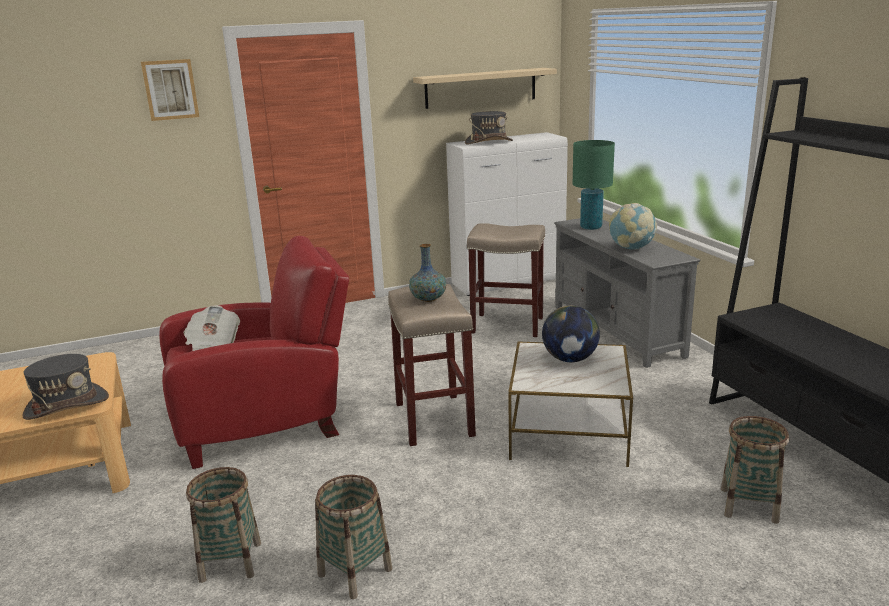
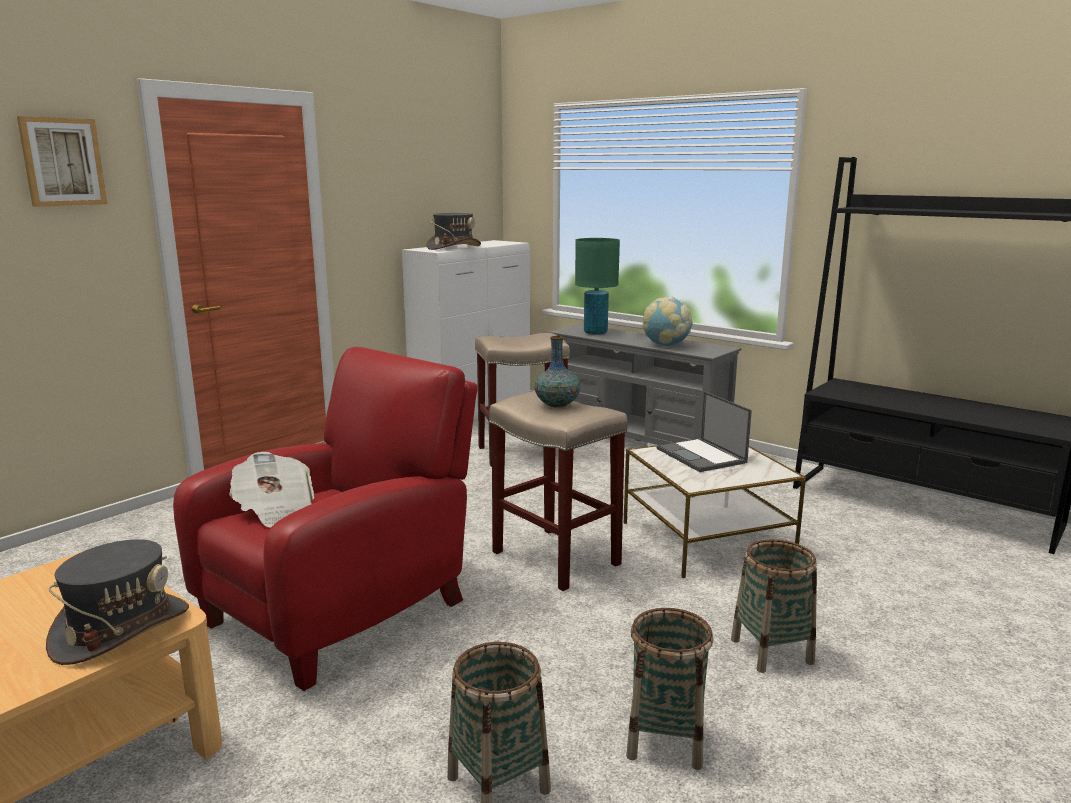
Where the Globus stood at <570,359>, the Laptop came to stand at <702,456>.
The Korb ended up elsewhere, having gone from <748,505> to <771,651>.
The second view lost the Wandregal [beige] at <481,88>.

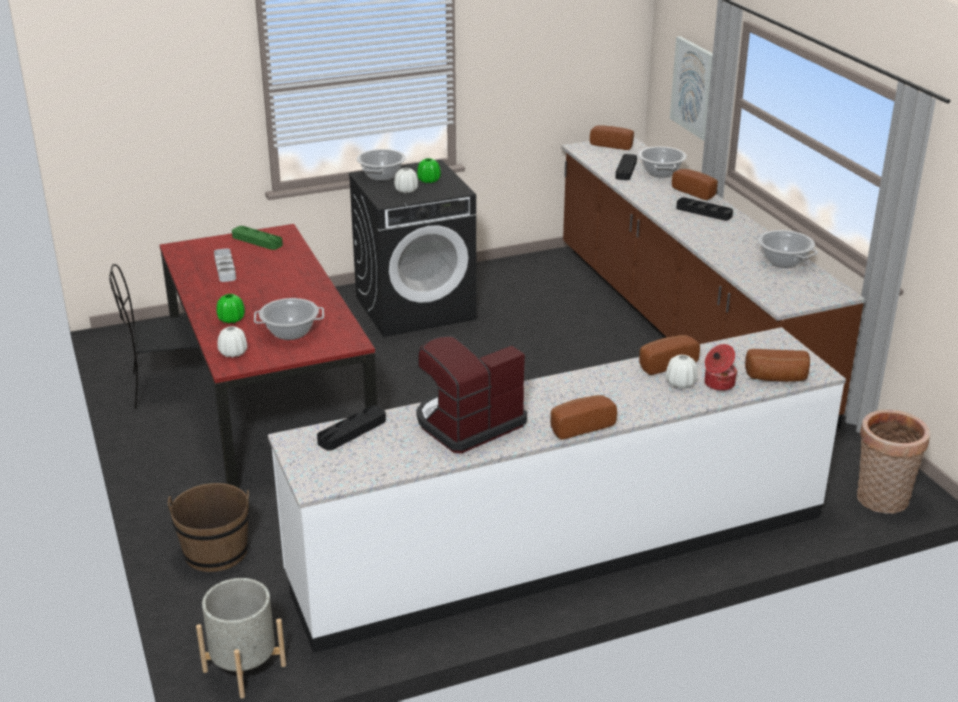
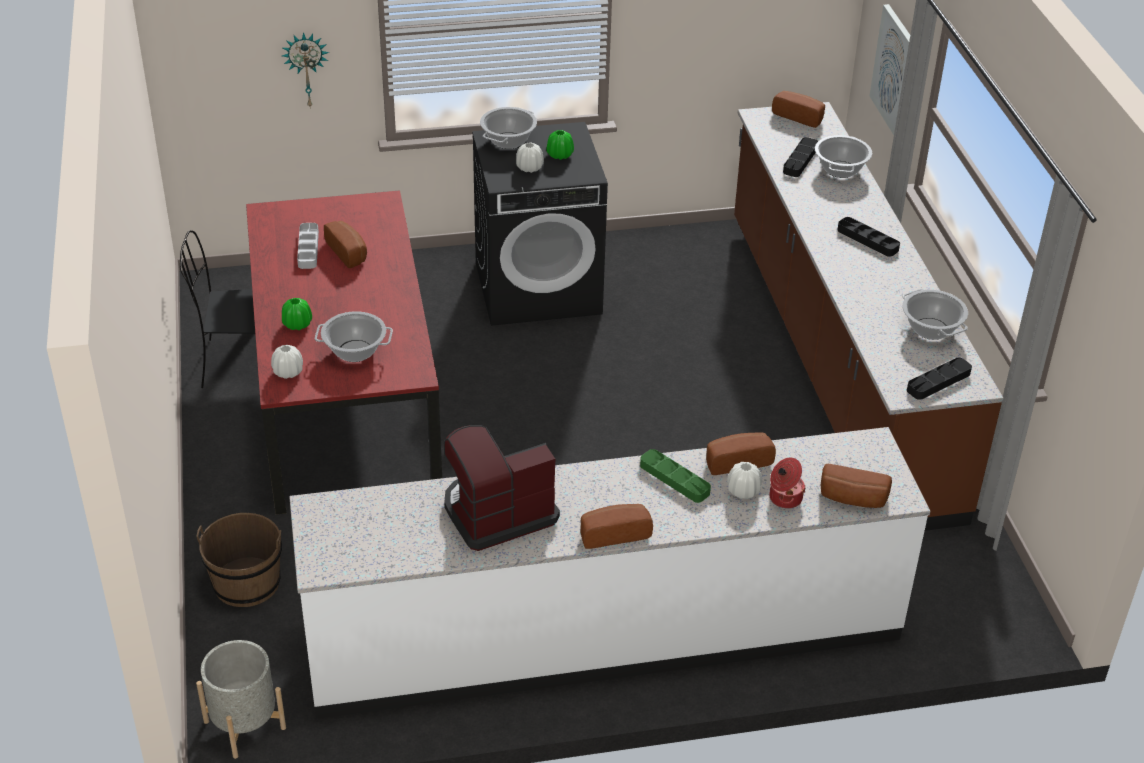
The second view gained the Wanduhr at <306,69>.
The Brot ended up elsewhere, having gone from <696,192> to <349,252>.
The Tablett [grün] ended up elsewhere, having gone from <257,241> to <674,479>.
The Tablett [schwarz] ended up elsewhere, having gone from <352,431> to <938,382>.
The second view lost the Korb at <881,501>.

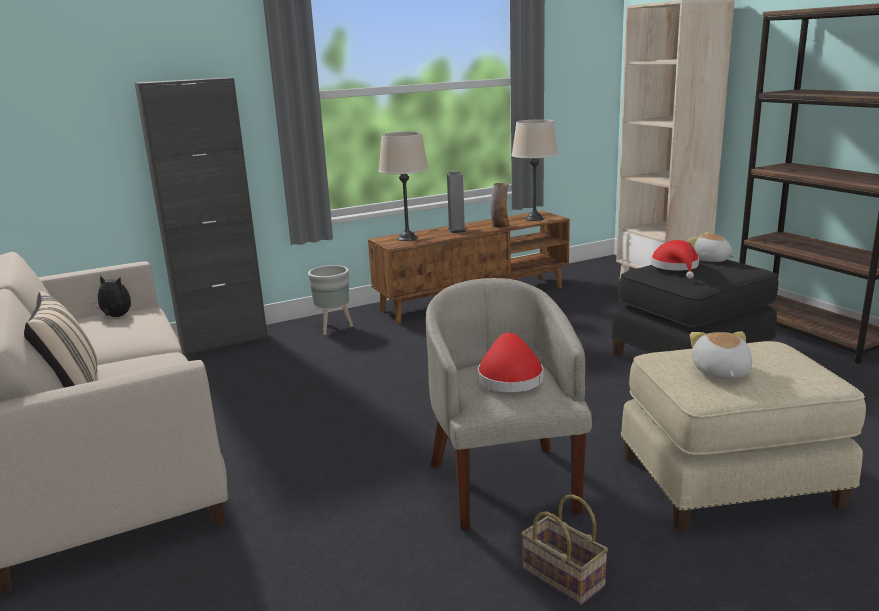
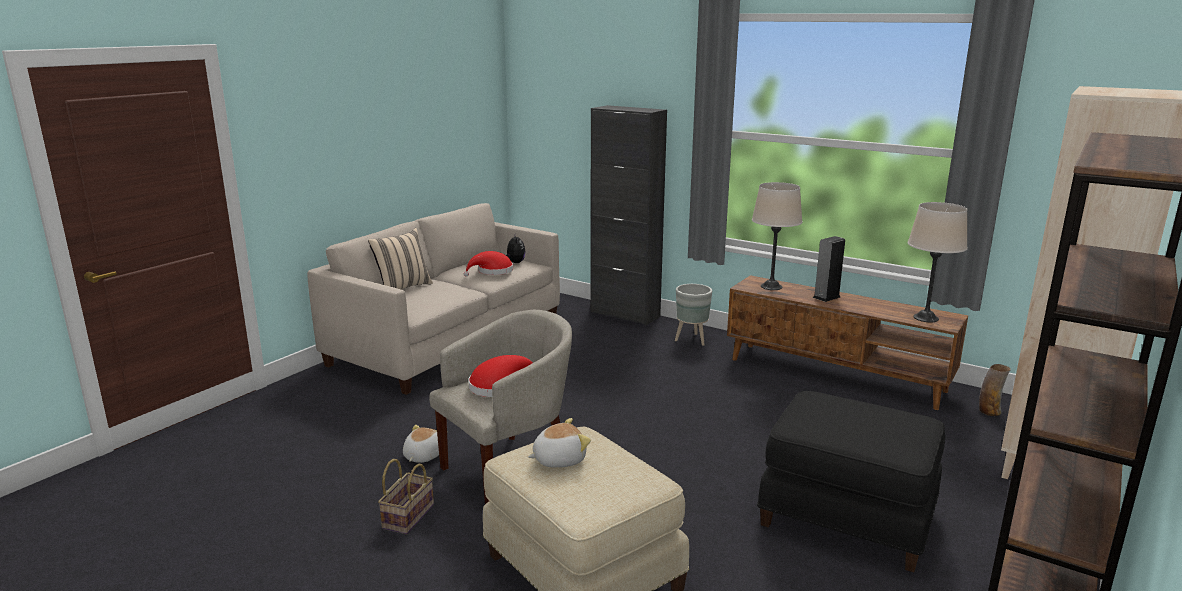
The Plüschtier ended up elsewhere, having gone from <710,260> to <422,456>.
The Hut [rot] ended up elsewhere, having gone from <676,267> to <492,271>.
The Vase ended up elsewhere, having gone from <500,226> to <989,411>.

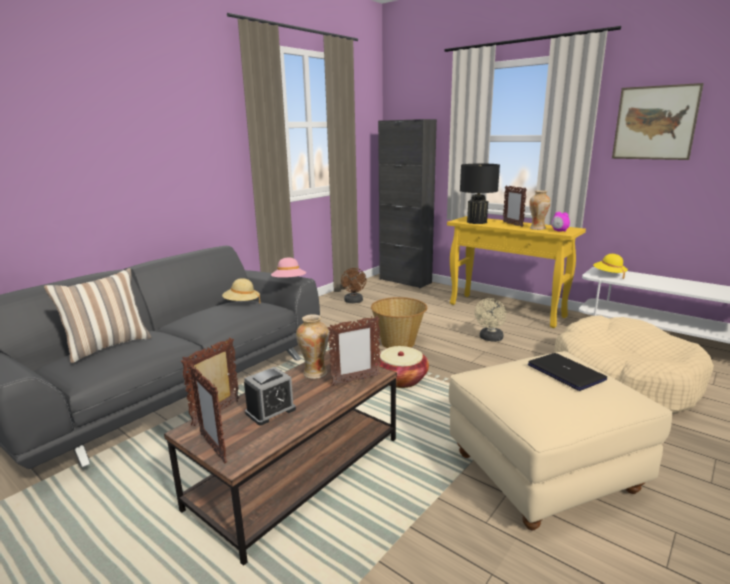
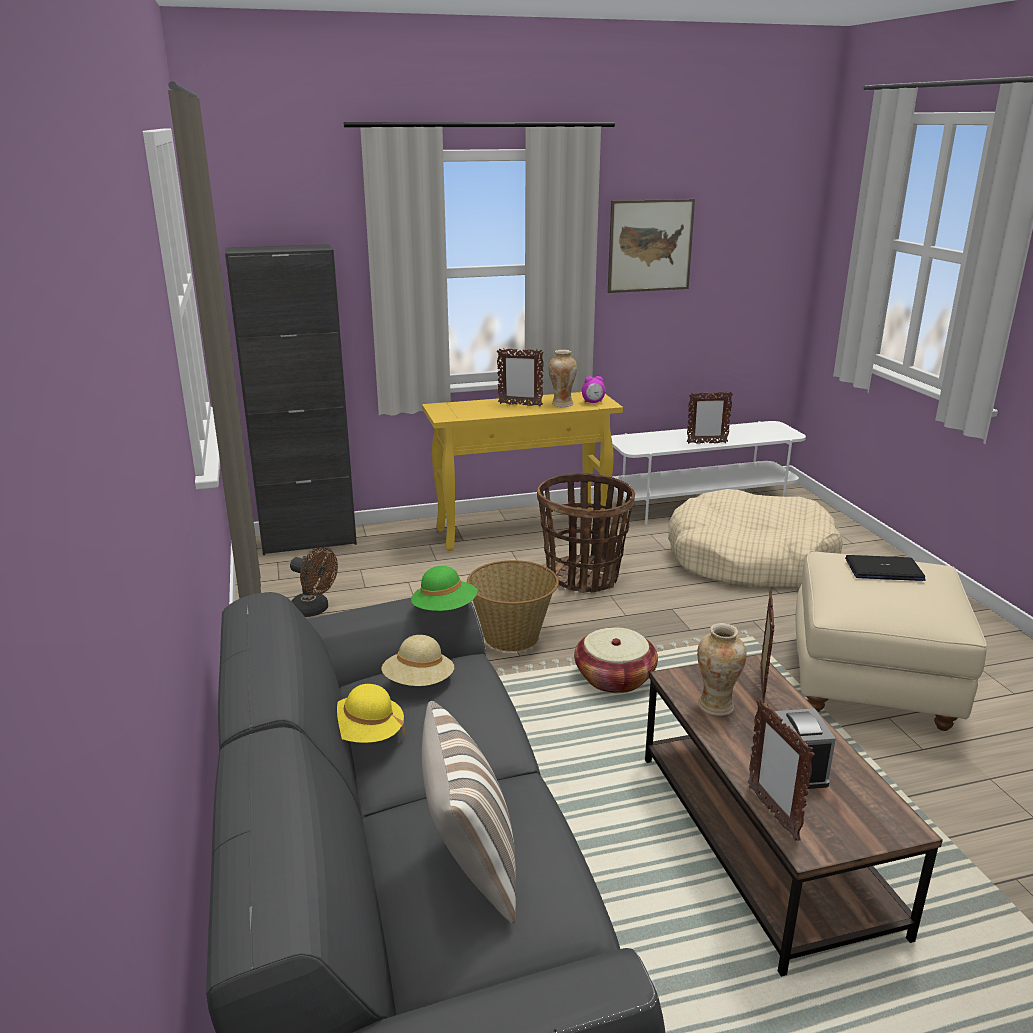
The Hut [gelb] ended up elsewhere, having gone from <608,275> to <366,734>.
What was the Hut [rosa] at <289,282> turned into the Hut [grün] at <445,610>.
Where the Ventilator [beige] stood at <490,339>, the Korb came to stand at <583,577>.
The Bilderrahmen ended up elsewhere, having gone from <213,448> to <706,443>.
The second view lost the Tischlampe [schwarz] at <476,222>.

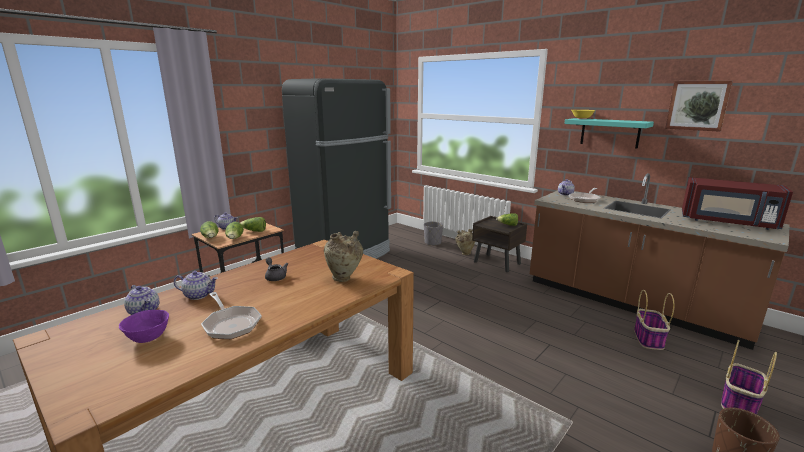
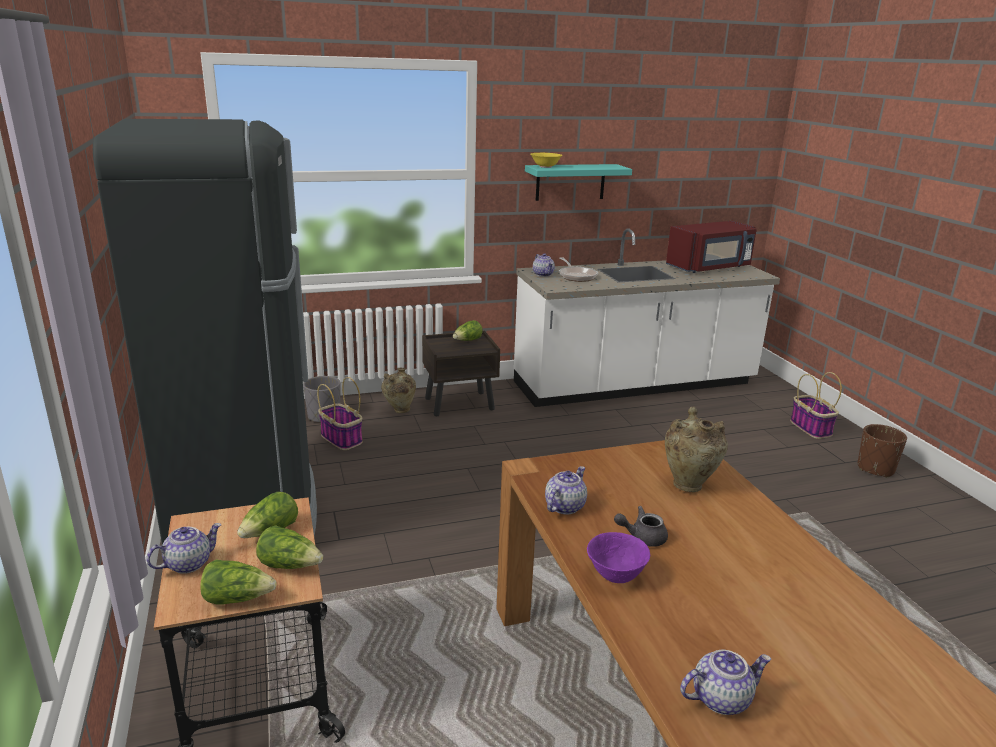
The Korb ended up elsewhere, having gone from <648,339> to <342,439>.
What was the Küchenzeile [braun] at <631,303> turned into the Küchenzeile [weiß] at <635,385>.
The Teekanne ended up elsewhere, having gone from <199,295> to <564,506>.
The Schüssel [lila] ended up elsewhere, having gone from <148,338> to <615,576>.
The second view lost the Pfanne at <231,324>.
The second view lost the Bild at <697,105>.

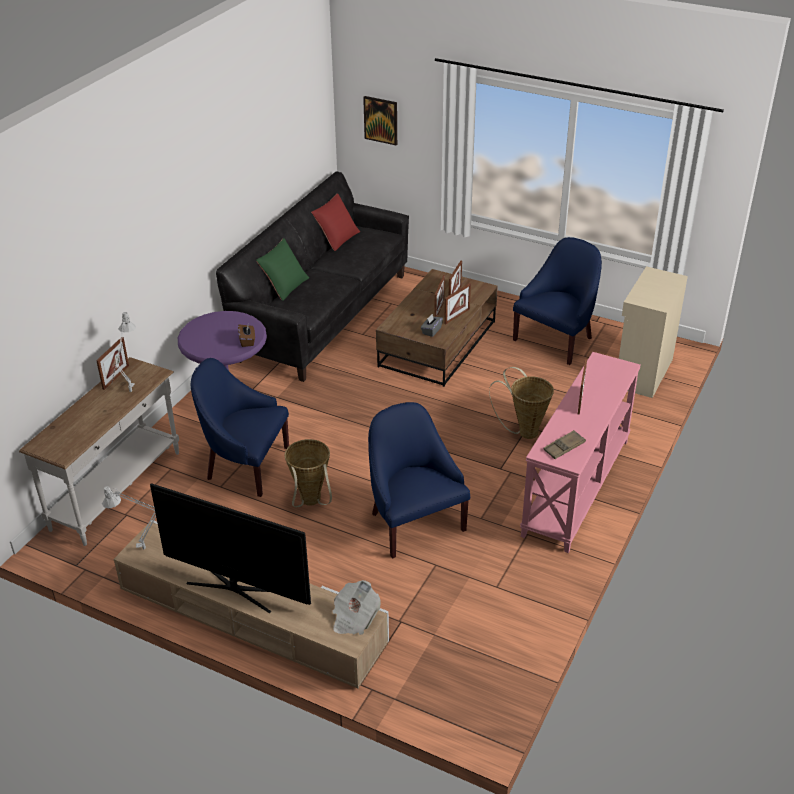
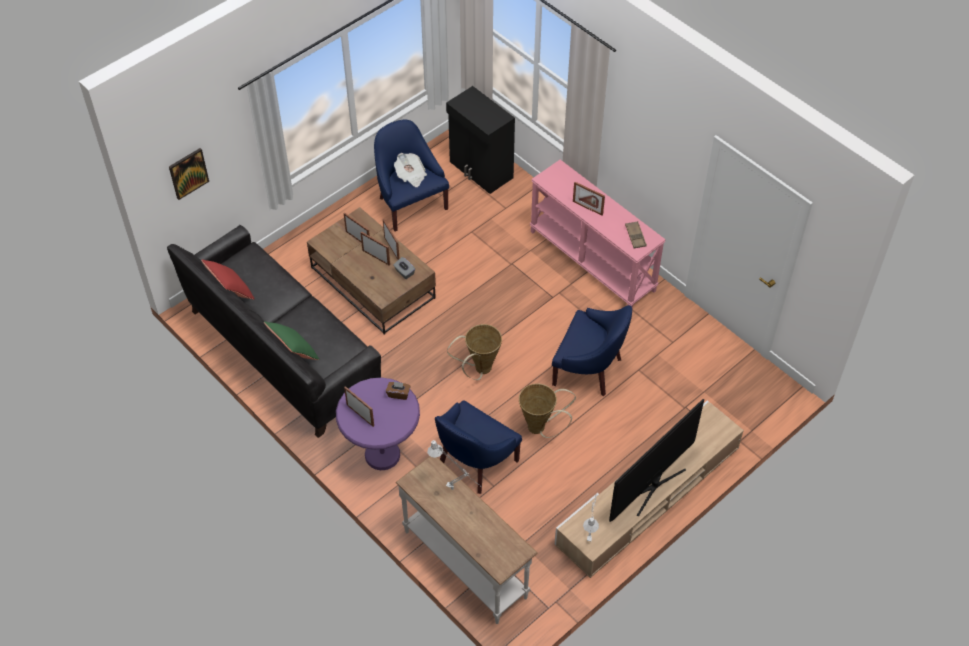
The Bilderrahmen ended up elsewhere, having gone from <116,377> to <360,415>.
The Zeitung ended up elsewhere, having gone from <354,618> to <410,176>.
What was the Schrank [beige] at <642,373> turned into the Schrank [schwarz] at <480,170>.
The Korb ended up elsewhere, having gone from <524,431> to <479,370>.
The Sessel [blau] at <413,522> ended up facing another way, 150 degrees counterclockwise from before.

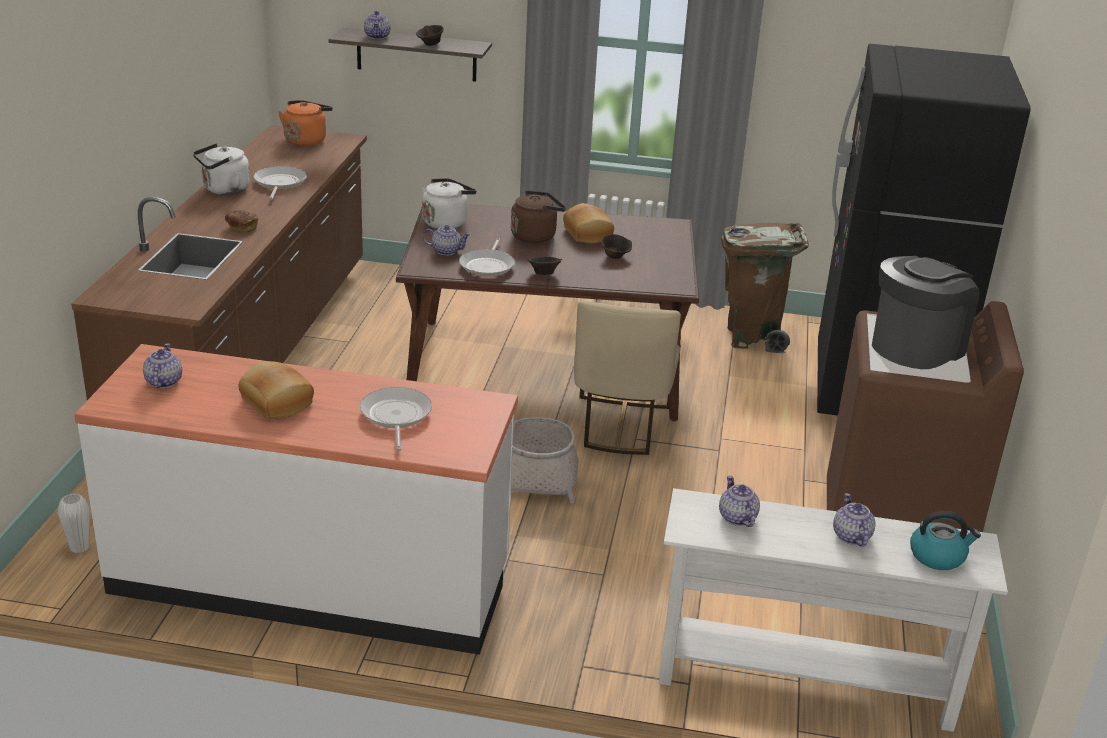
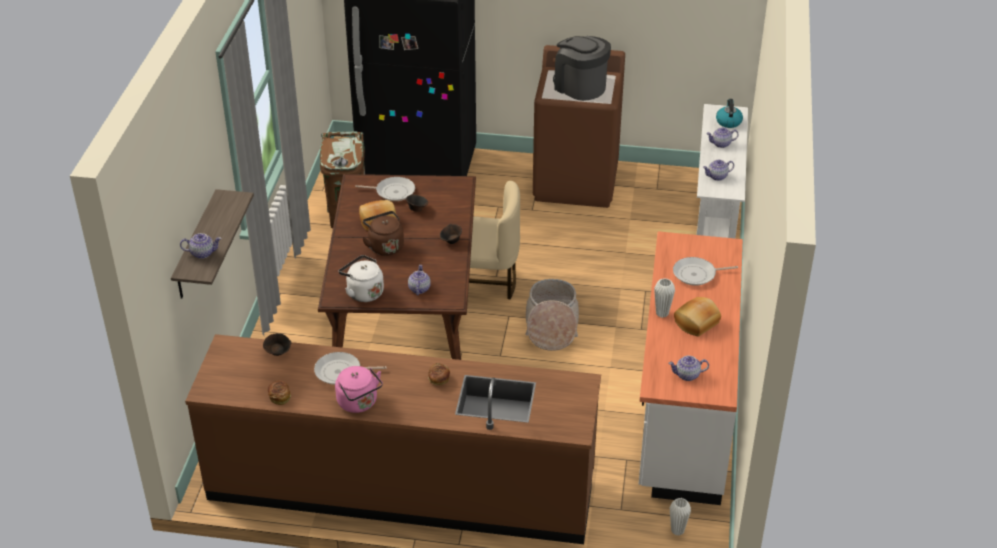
The Schüssel [braun] ended up elsewhere, having gone from <430,44> to <278,352>.
The second view gained the Brot at <279,397>.
What was the Wasserkessel [weiß] at <224,190> turned into the Wasserkessel [rosa] at <359,403>.
The Pfanne ended up elsewhere, having gone from <488,266> to <393,191>.
The second view gained the Vase [weiß] at <662,313>.
The second view lost the Wasserkessel [orange] at <306,140>.

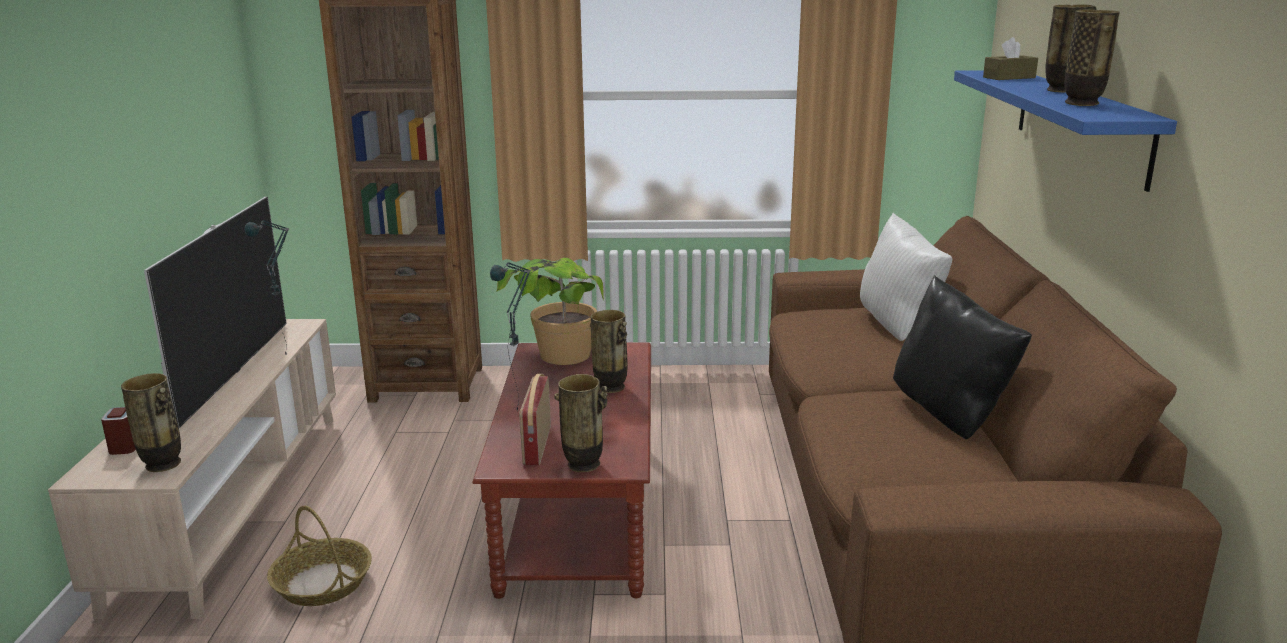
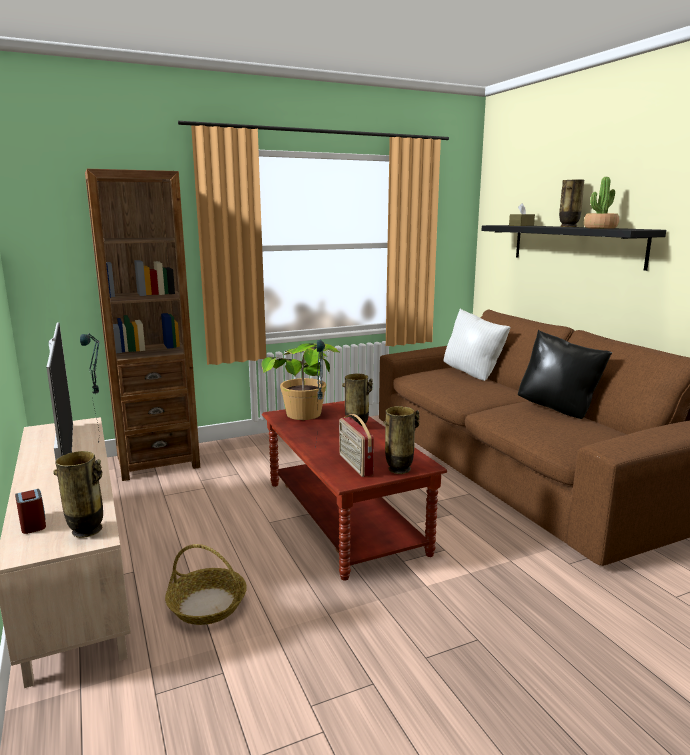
What was the Wandregal [blau] at <1080,123> turned into the Wandregal [schwarz] at <575,245>.
Where the Vase stood at <1082,103>, the Topfpflanze came to stand at <600,228>.

